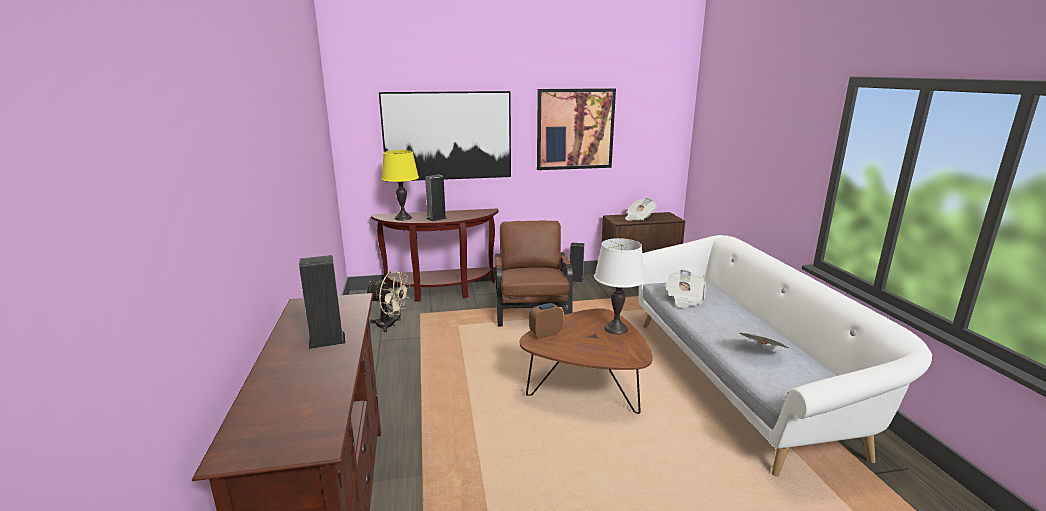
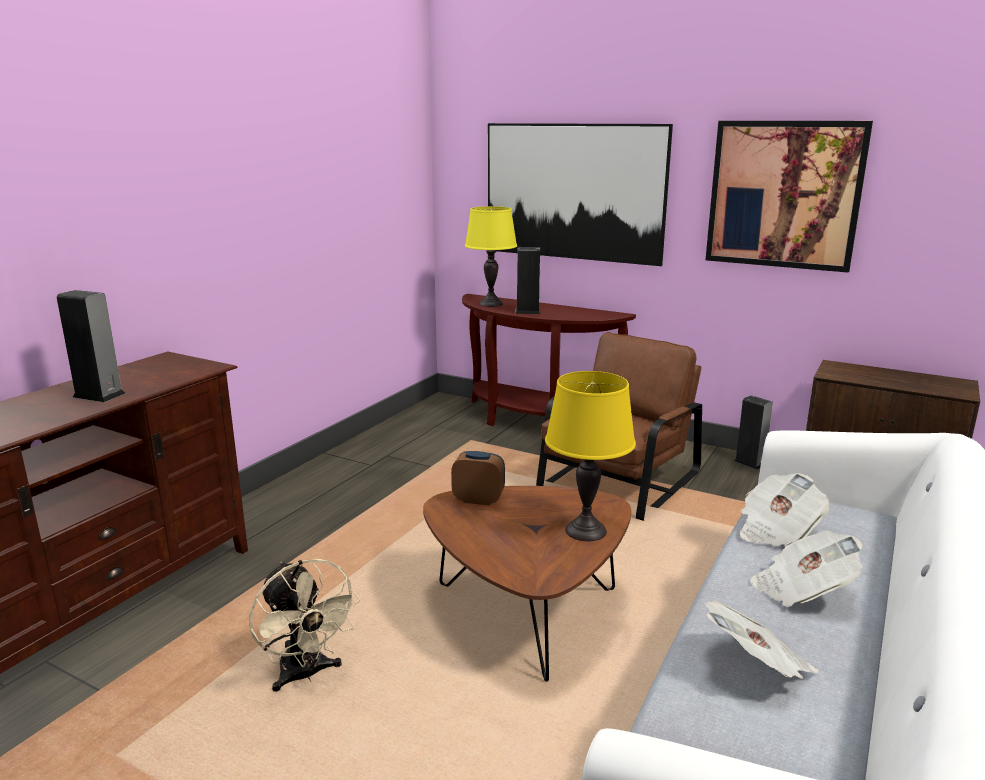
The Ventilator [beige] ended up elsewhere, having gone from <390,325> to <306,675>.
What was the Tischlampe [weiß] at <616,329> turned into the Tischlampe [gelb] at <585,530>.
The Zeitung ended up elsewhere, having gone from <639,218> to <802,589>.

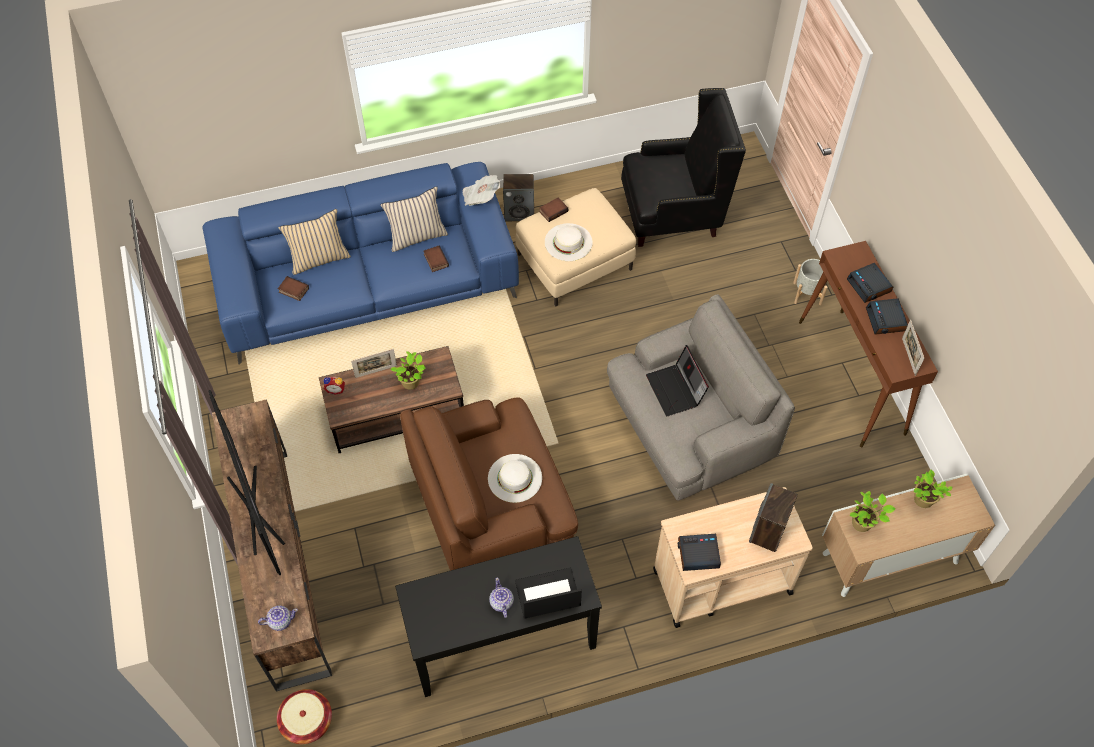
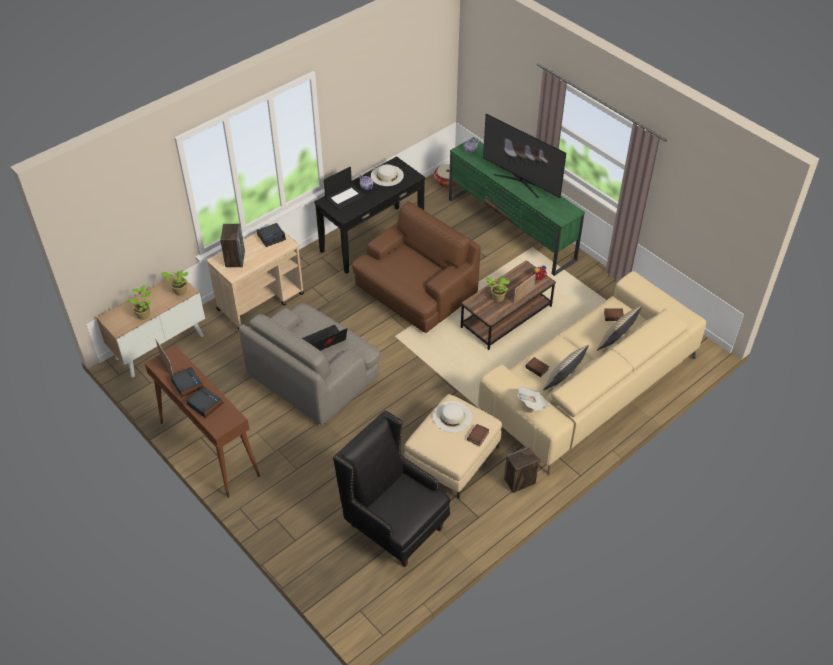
The Laptop at <676,390> ended up facing another way, 75 degrees counterclockwise from before.
The Sessel [schwarz] at <672,217> ended up facing another way, 75 degrees clockwise from before.
The Hut [weiß] ended up elsewhere, having gone from <515,478> to <387,175>.
What was the Fernsehschrank [braun] at <282,563> turned into the Fernsehschrank [grün] at <511,230>.
What was the Sofa [blau] at <367,283> turned into the Sofa [beige] at <589,386>.
The second view lost the Pflanzkübel [grau] at <807,293>.

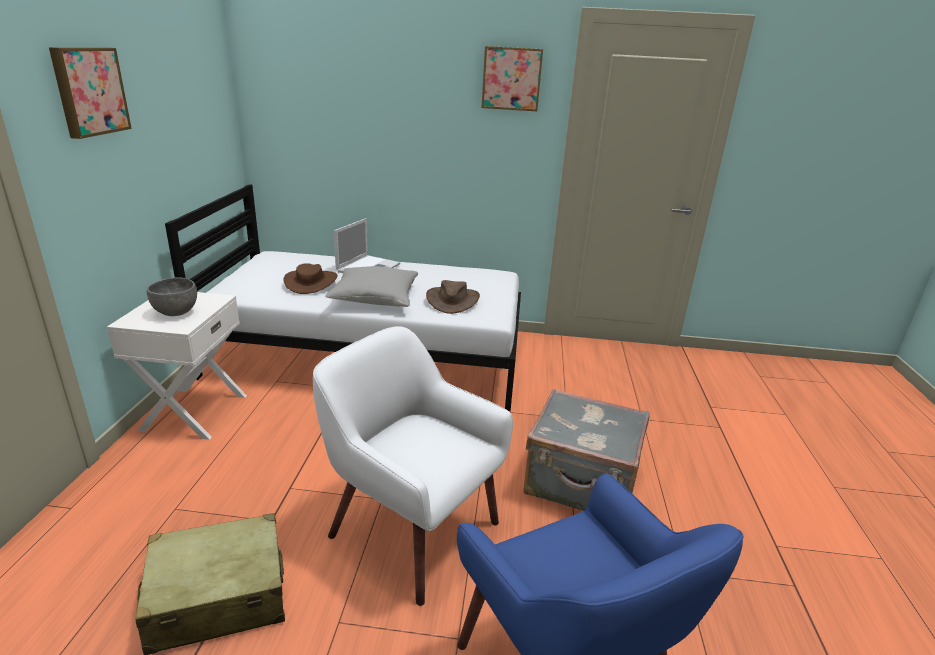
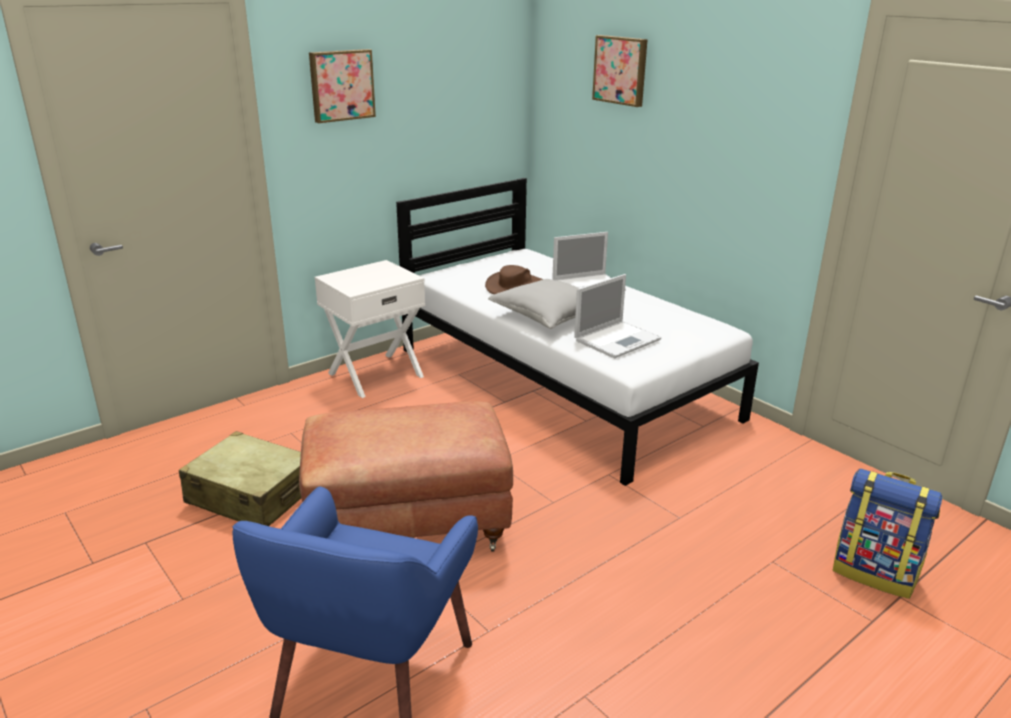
Where the Sessel [weiß] stood at <411,529>, the Polsterhocker [braun] came to stand at <409,526>.
Where the Hut [braun] stood at <452,300>, the Laptop came to stand at <618,339>.
The Bild ended up elsewhere, having gone from <511,78> to <621,70>.
The second view gained the Rucksack at <875,573>.
The second view lost the Schüssel [grau] at <176,313>.
The second view lost the Koffer [grau] at <581,484>.

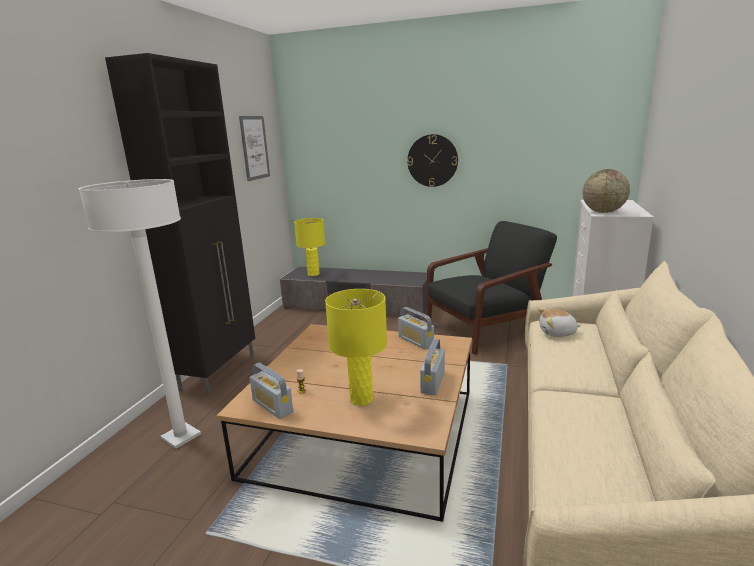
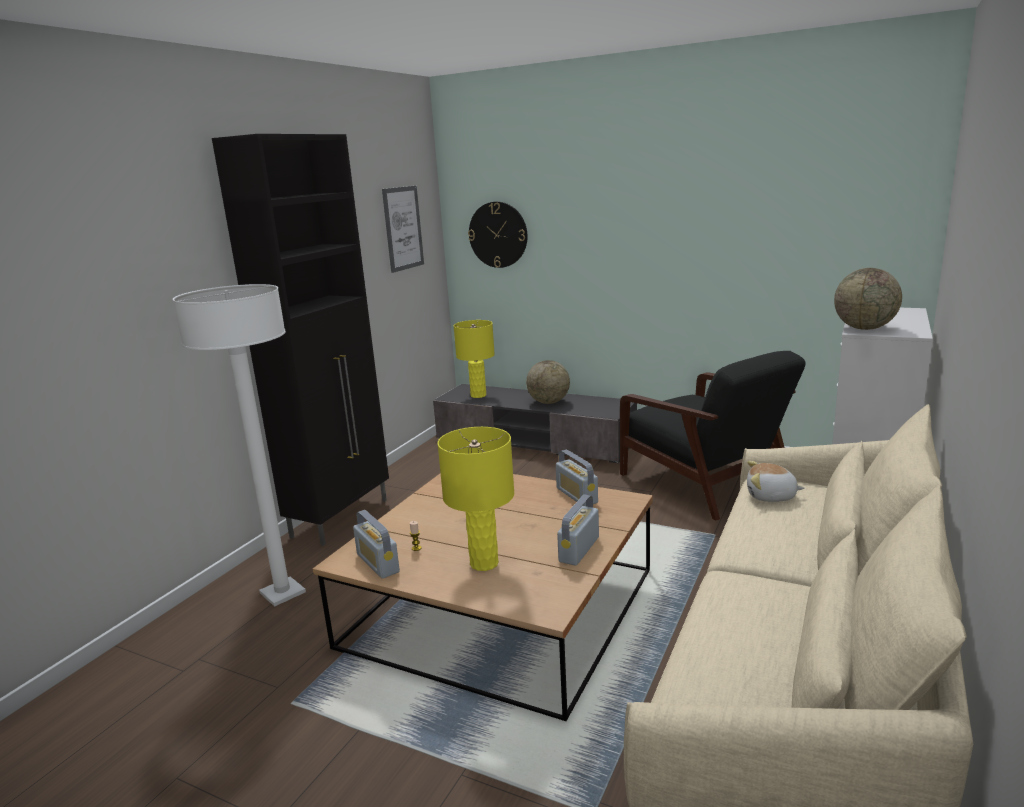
The Wanduhr ended up elsewhere, having gone from <432,160> to <498,234>.
The second view gained the Globus at <548,402>.
The Sessel [schwarz] at <488,327> ended up facing another way, 75 degrees clockwise from before.

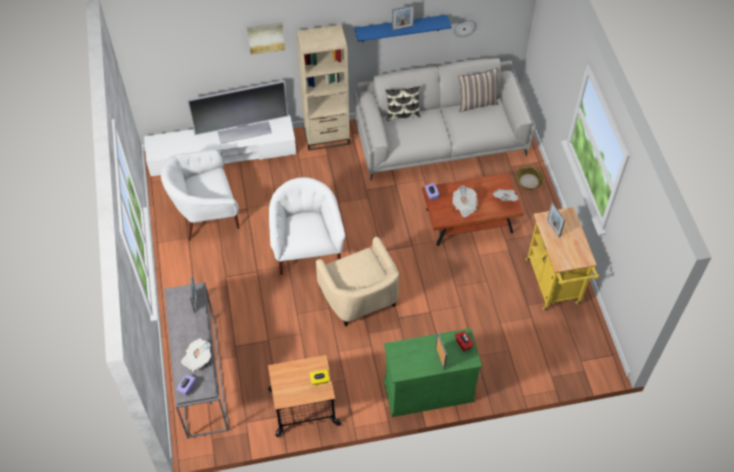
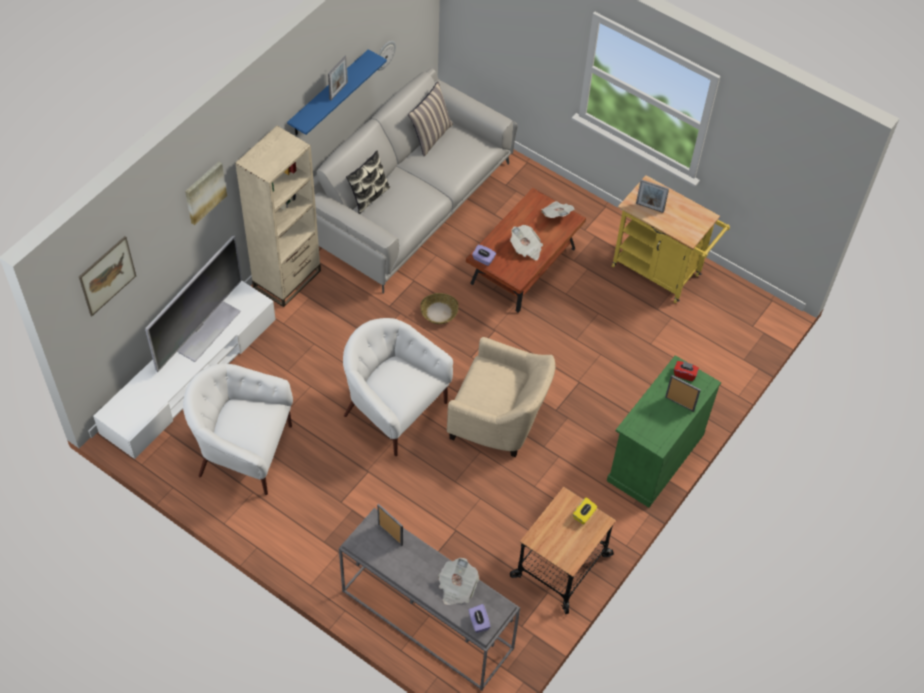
The second view gained the Bild at <107,275>.
The Sessel [weiß] at <206,212> ended up facing another way, 75 degrees clockwise from before.
The Korb ended up elsewhere, having gone from <528,181> to <439,312>.

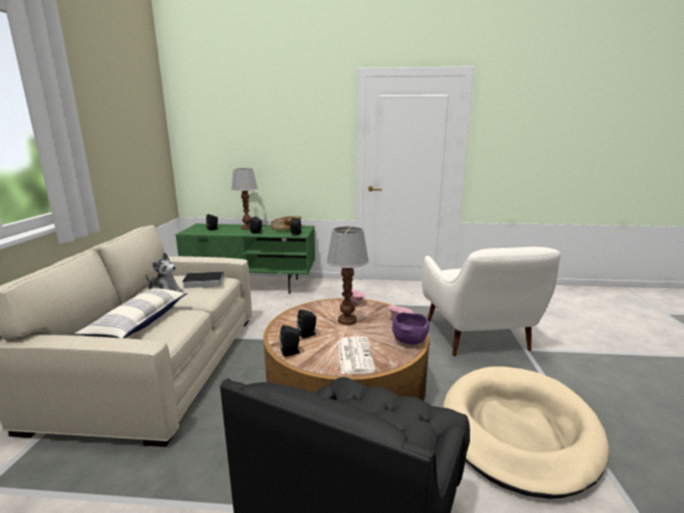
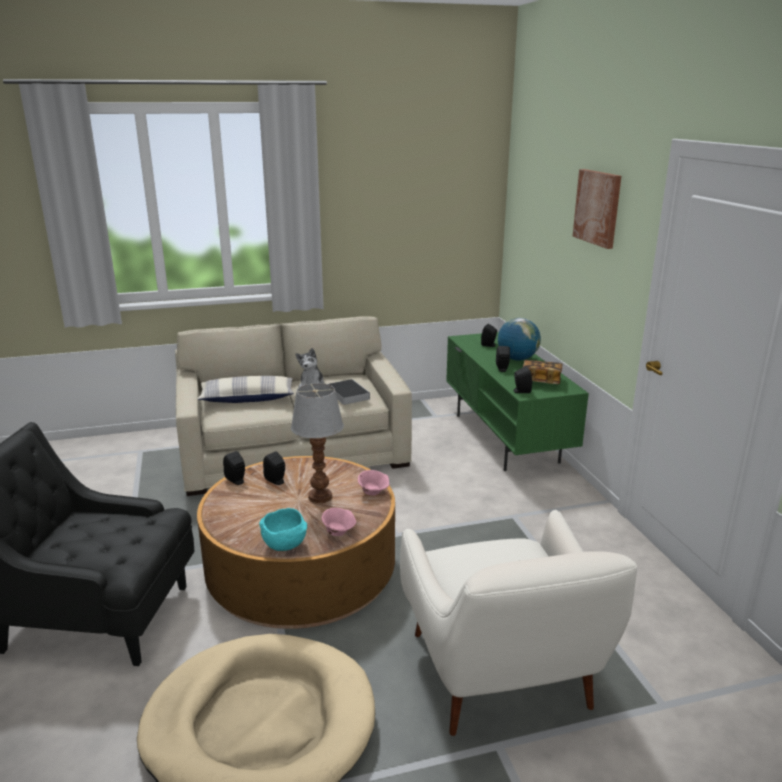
What was the Schüssel [lila] at <409,341> turned into the Schüssel [türkis] at <286,545>.
The Sessel [weiß] at <478,337> ended up facing another way, 75 degrees counterclockwise from before.
Where the Tischlampe stood at <247,228>, the Globus came to stand at <517,359>.
The second view gained the Bild at <598,207>.
The second view lost the Zeitung at <354,355>.

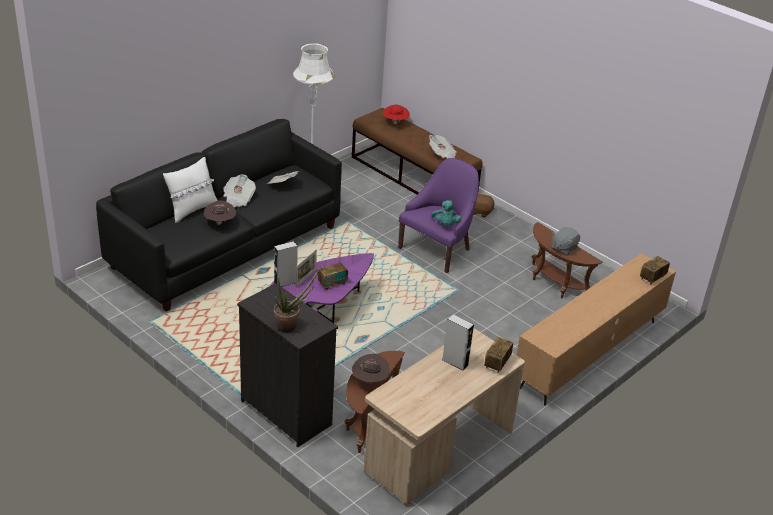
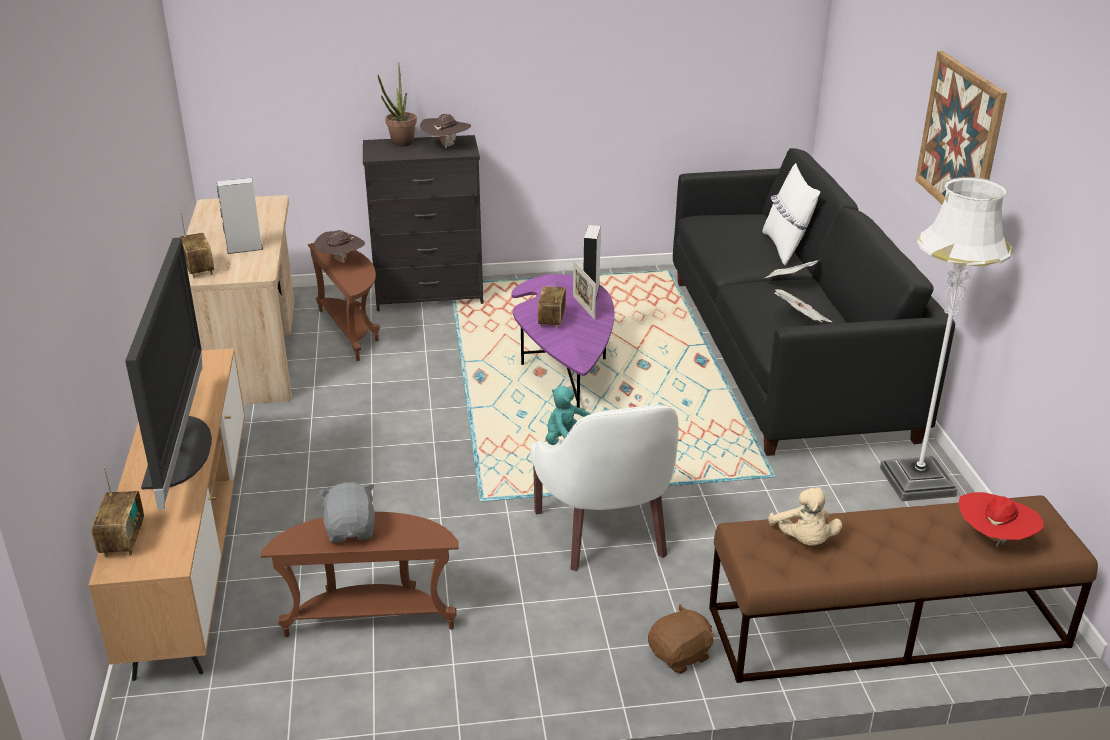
The second view gained the Fernseher at <180,451>.
The Hut [braun] ended up elsewhere, having gone from <220,223> to <446,146>.
What was the Sessel [lila] at <437,249> turned into the Sessel [weiß] at <606,533>.
Where the Zeitung stood at <442,155>, the Plüschtier [beige] came to stand at <803,540>.
The second view gained the Bild at <960,139>.

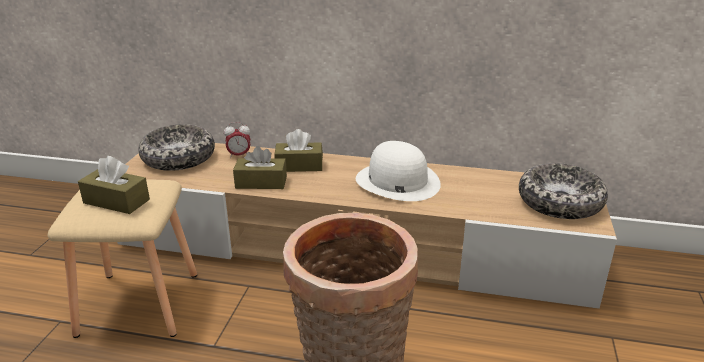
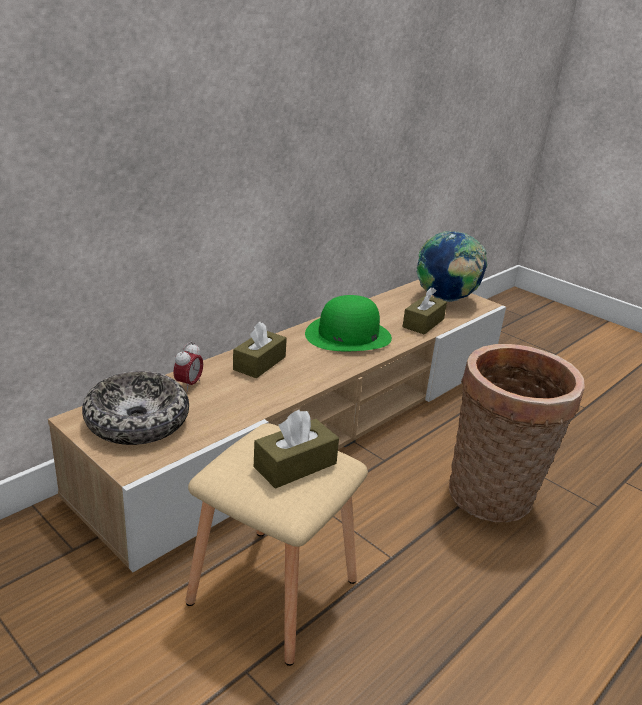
What was the Hut [weiß] at <397,181> turned into the Hut [grün] at <348,335>.
The Taschentuchbox [braun] ended up elsewhere, having gone from <261,182> to <423,323>.
Where the Schüssel stood at <559,202>, the Globus came to stand at <446,299>.

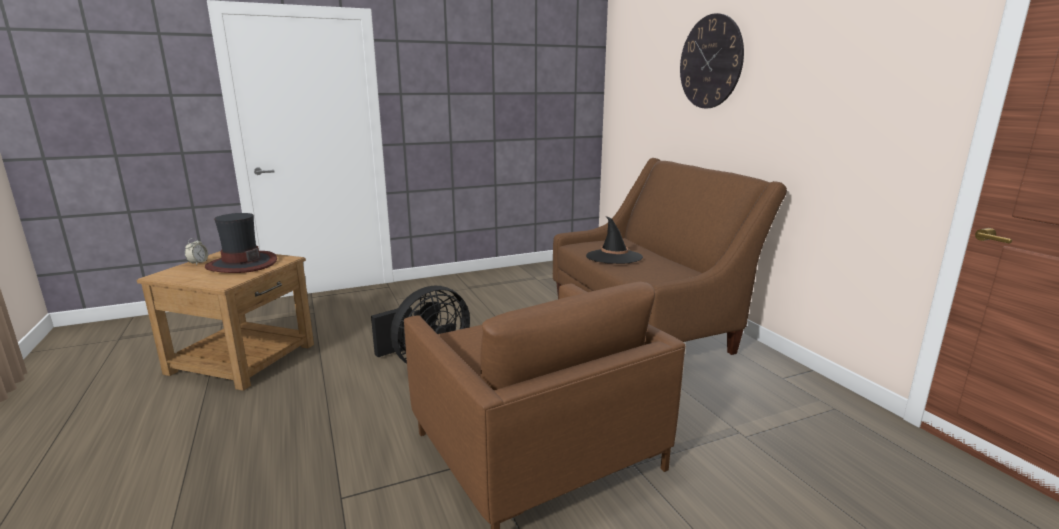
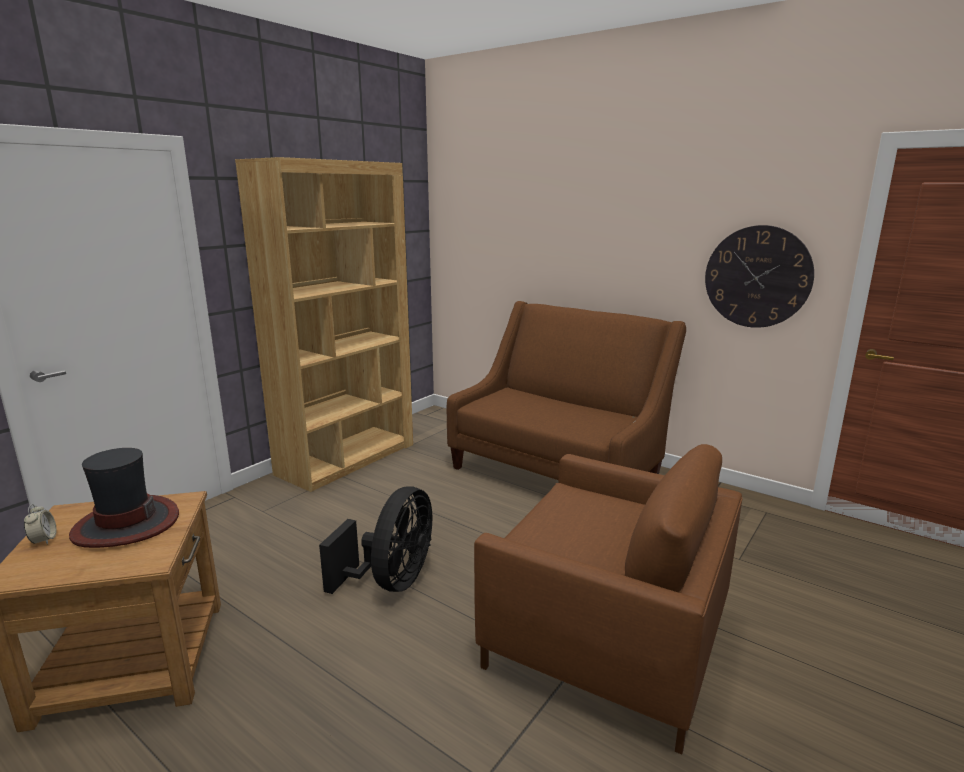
The second view gained the Bücherregal [braun] at <347,459>.
The Wanduhr ended up elsewhere, having gone from <710,62> to <757,277>.
The second view lost the Hut [schwarz] at <614,257>.

